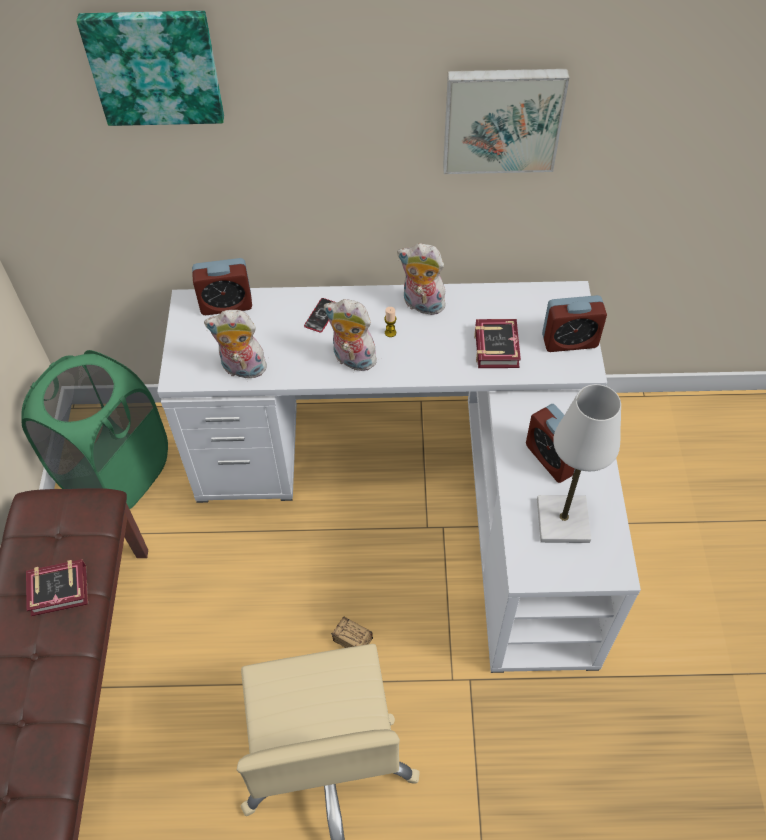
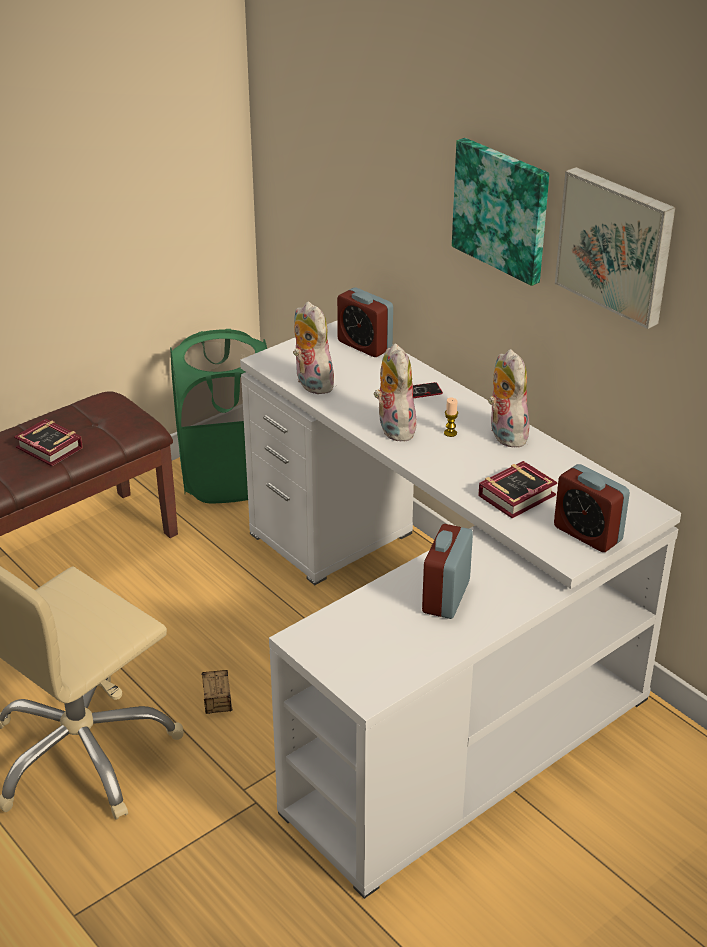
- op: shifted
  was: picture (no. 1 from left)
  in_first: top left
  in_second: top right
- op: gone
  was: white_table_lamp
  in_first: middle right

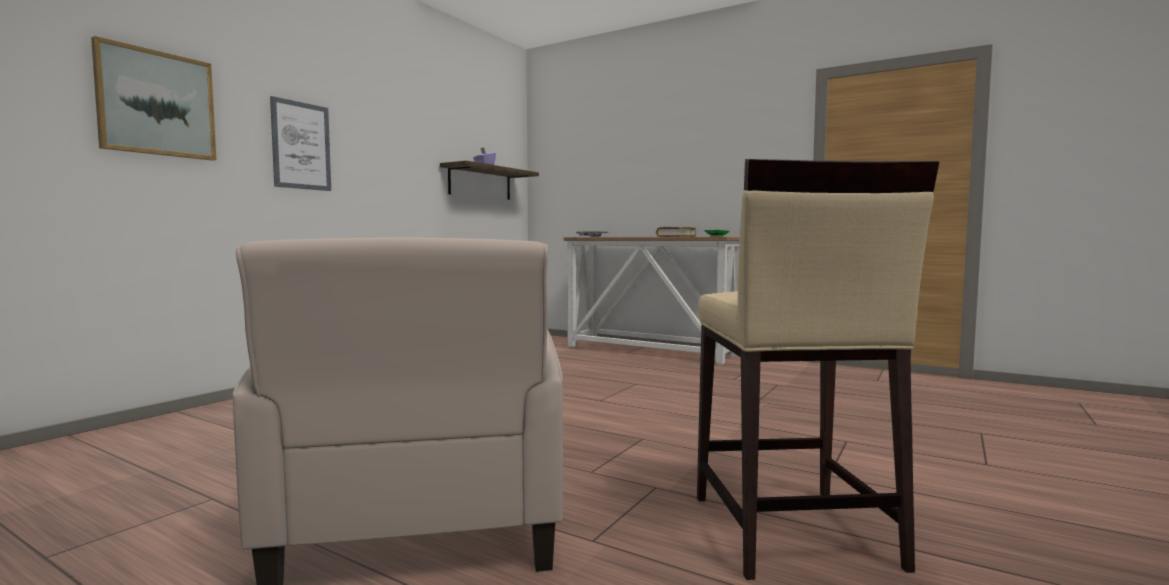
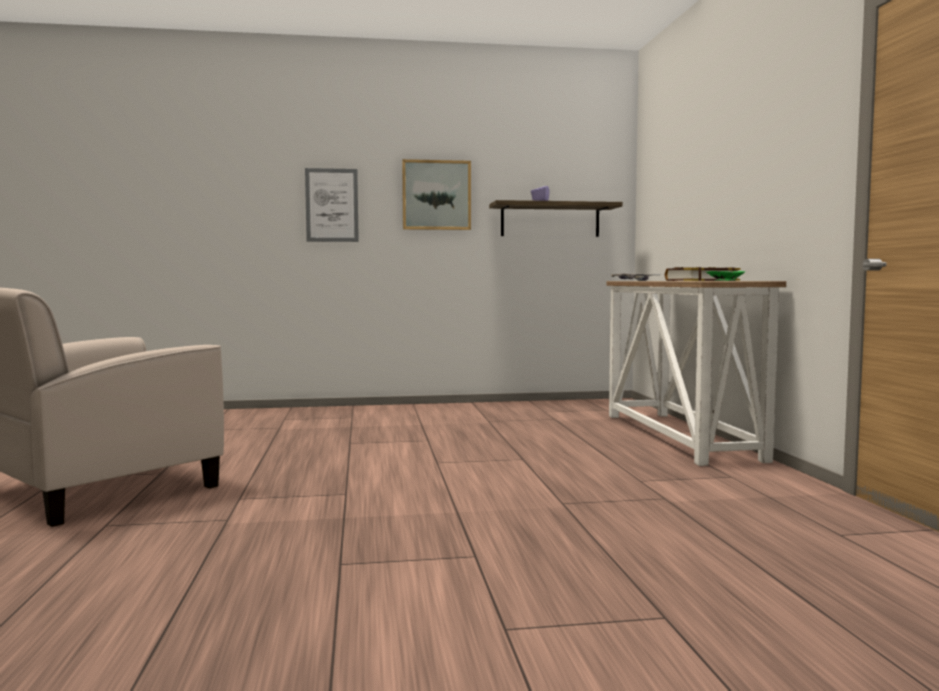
- op: shifted
  was: picture (no. 1 from left in the first image)
  now: picture (no. 2 from left)
  in_first: top left
  in_second: top centre
- op: gone
  was: beige_stool
  in_first: middle right

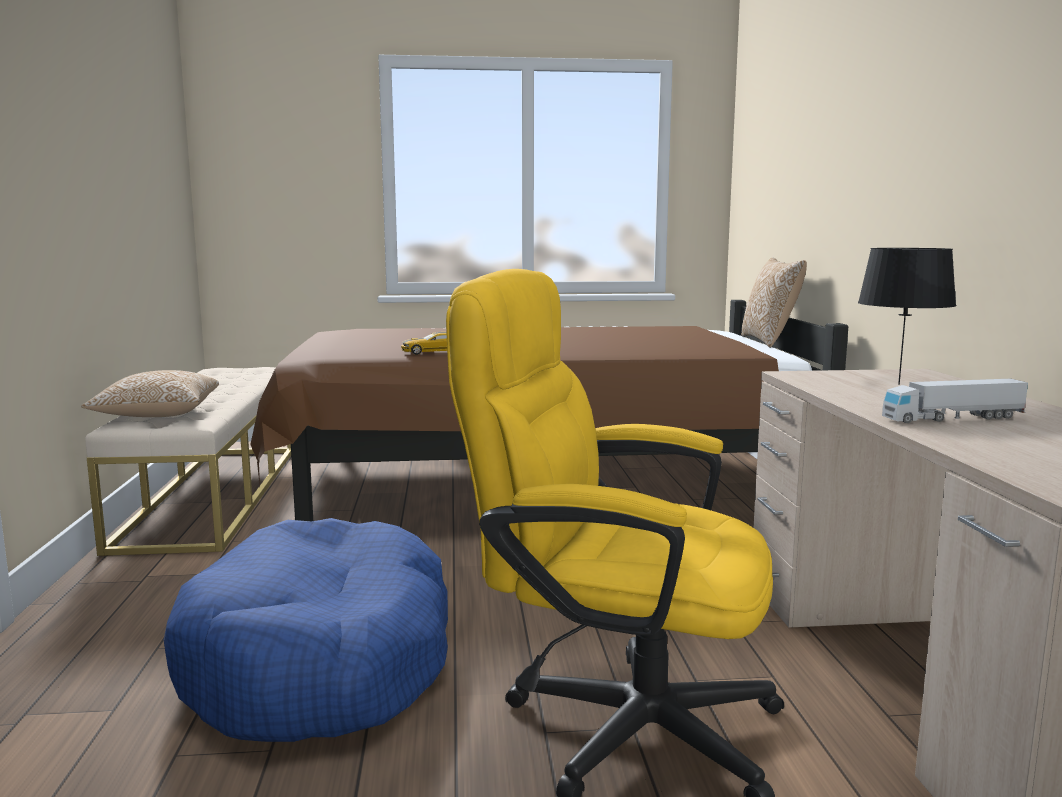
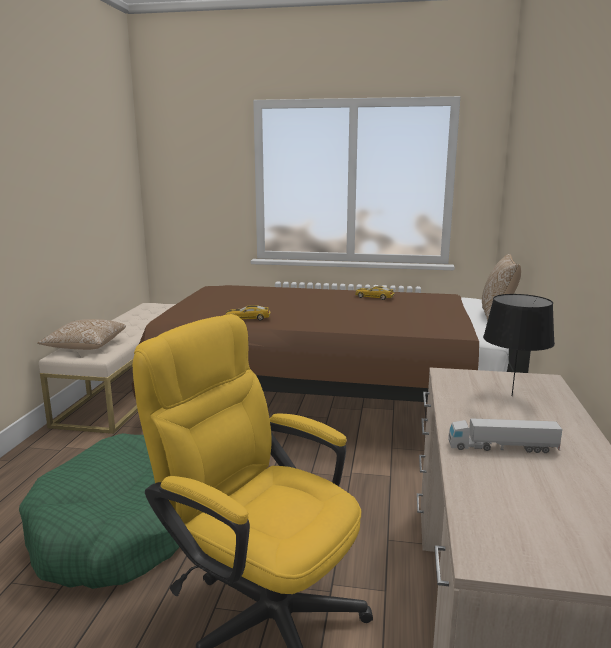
- op: repainted
  was: blue_dog_bed
  now: green_dog_bed
  in_first: bottom left
  in_second: bottom left
- op: new
  now: toy_car (no. 2 from left)
  in_second: centre

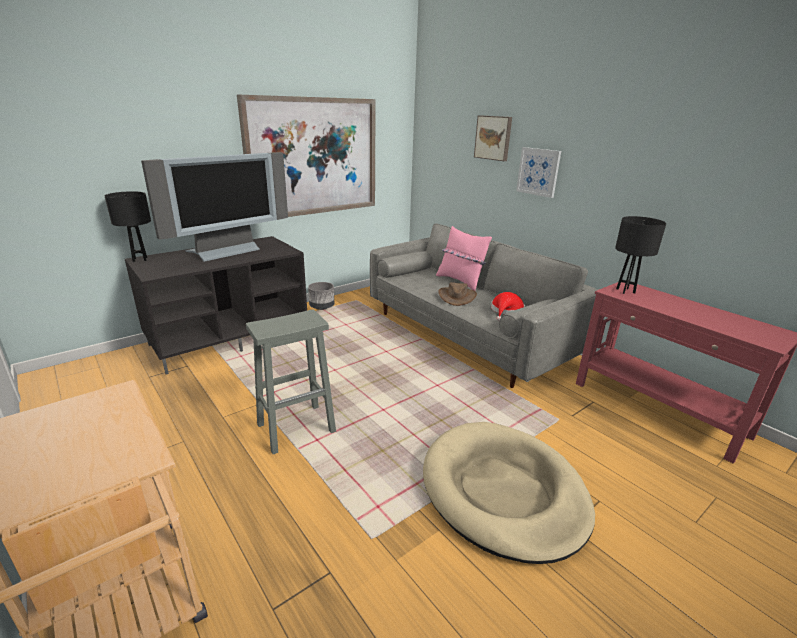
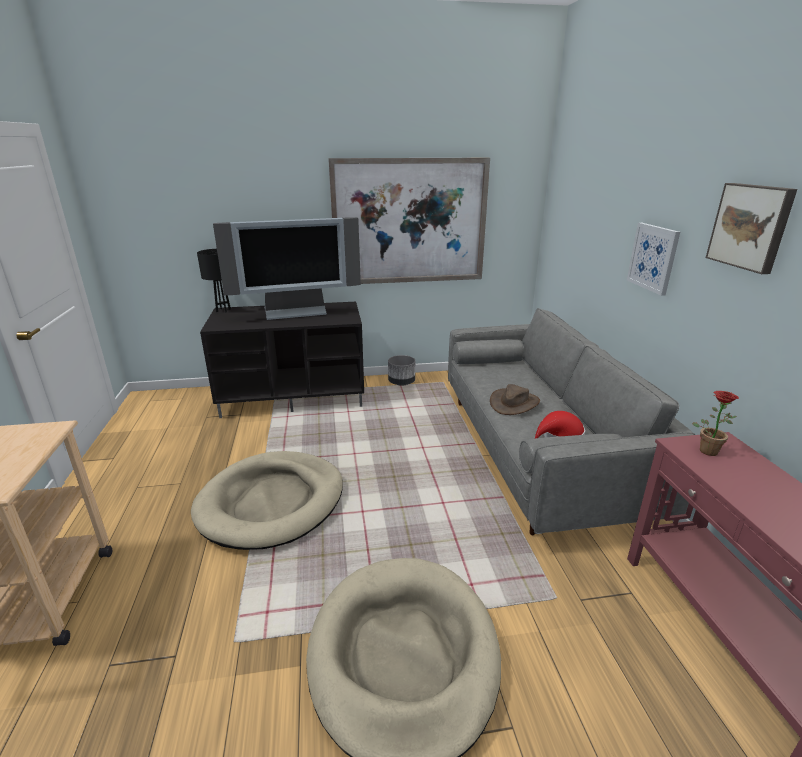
- op: swapped
  was: grey_stool
  now: beige_dog_bed (no. 1 from left)
  in_first: centre
  in_second: middle left
- op: swapped
  was: black_table_lamp (no. 2 from left)
  now: potted_plant
  in_first: middle right
  in_second: middle right
- op: shifted
  was: picture (no. 2 from left in the first image)
  now: picture (no. 3 from left)
  in_first: top centre
  in_second: top right
- op: gone
  was: pink_pillow
  in_first: centre

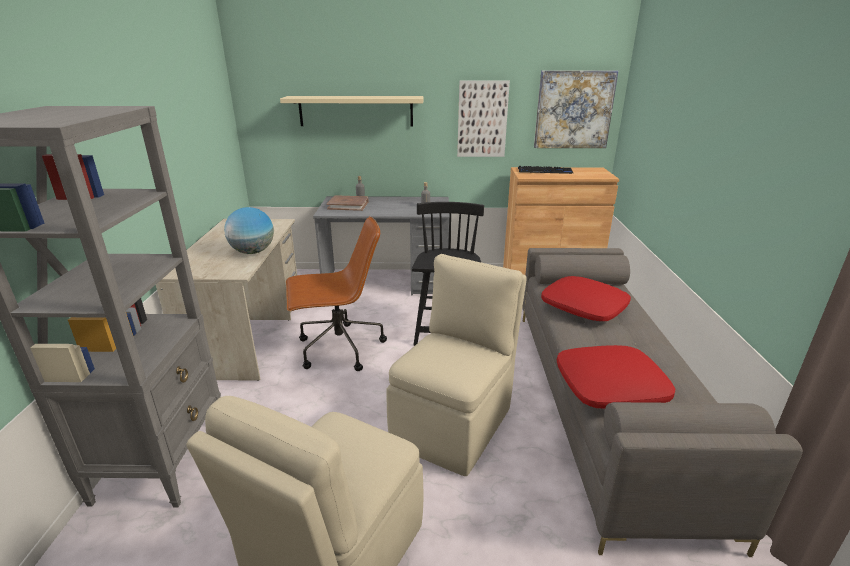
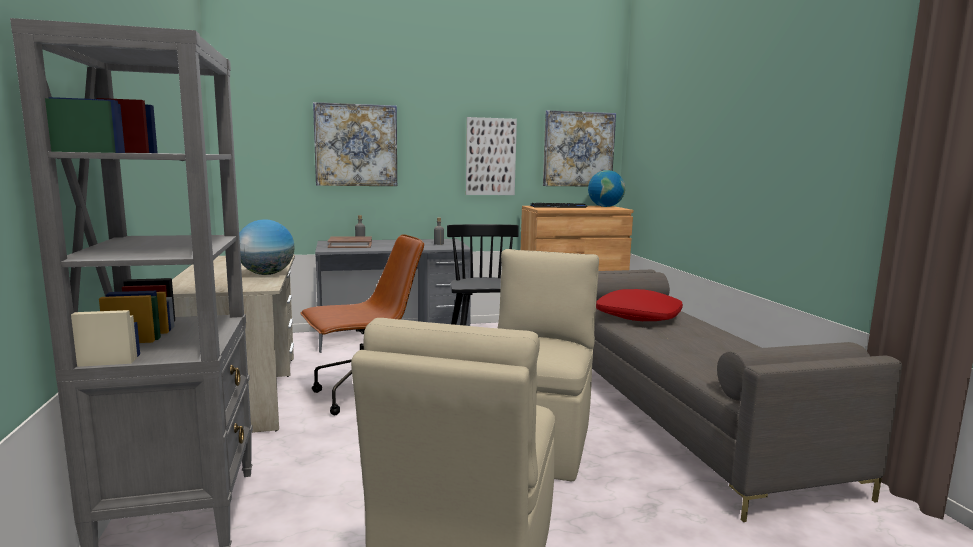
- op: swapped
  was: beige_shelf
  now: picture (no. 1 from left)
  in_first: top centre
  in_second: top centre
- op: new
  now: globe (no. 2 from left)
  in_second: centre
- op: gone
  was: red_pillow (no. 2 from left)
  in_first: middle right

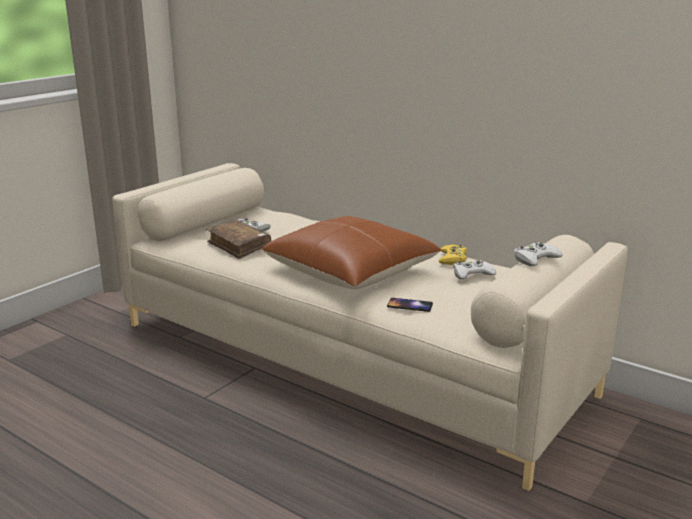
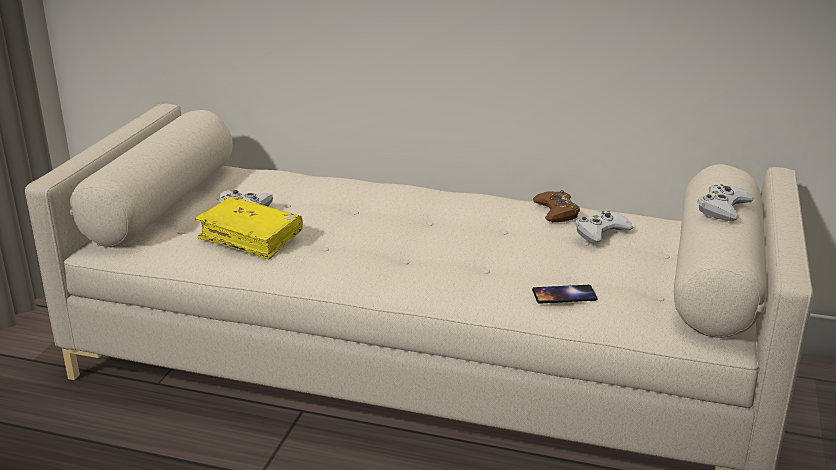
- op: repainted
  was: brown_book
  now: yellow_book
  in_first: centre
  in_second: middle left
- op: repainted
  was: yellow_game_controller
  now: brown_game_controller
  in_first: centre
  in_second: centre
- op: gone
  was: brown_pillow
  in_first: centre

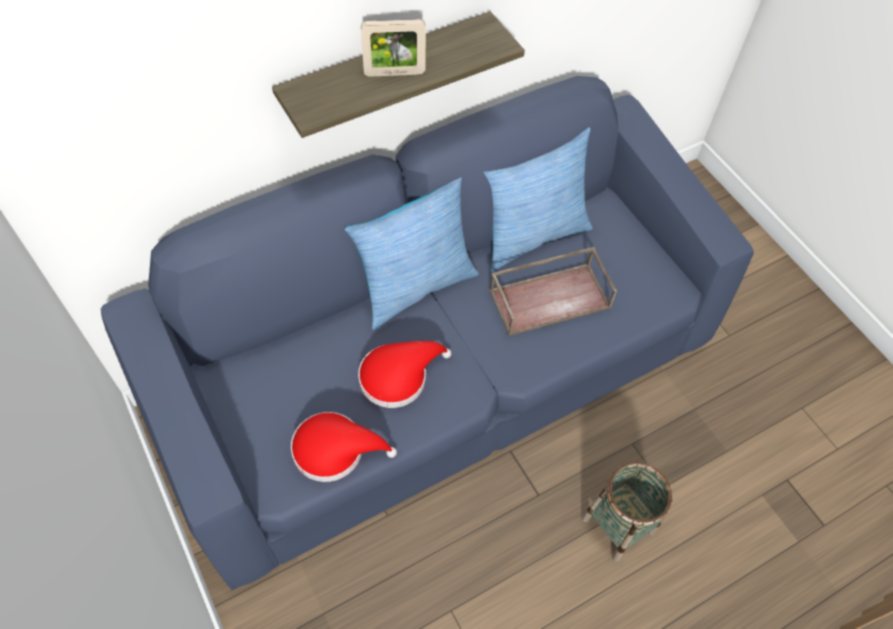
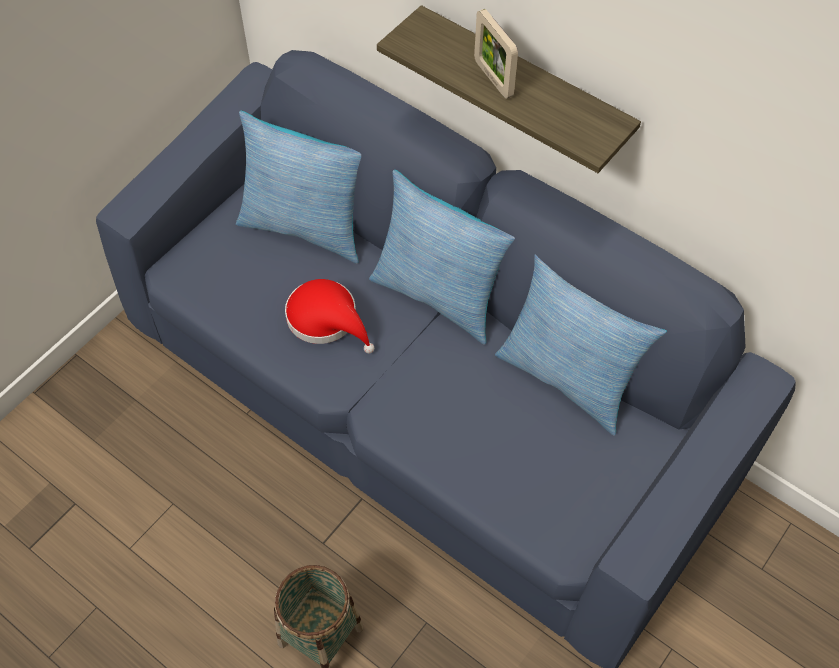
- op: new
  now: pillow (no. 1 from left)
  in_second: top centre
- op: gone
  was: red_hat (no. 1 from left)
  in_first: bottom centre
- op: gone
  was: brown_tray
  in_first: centre

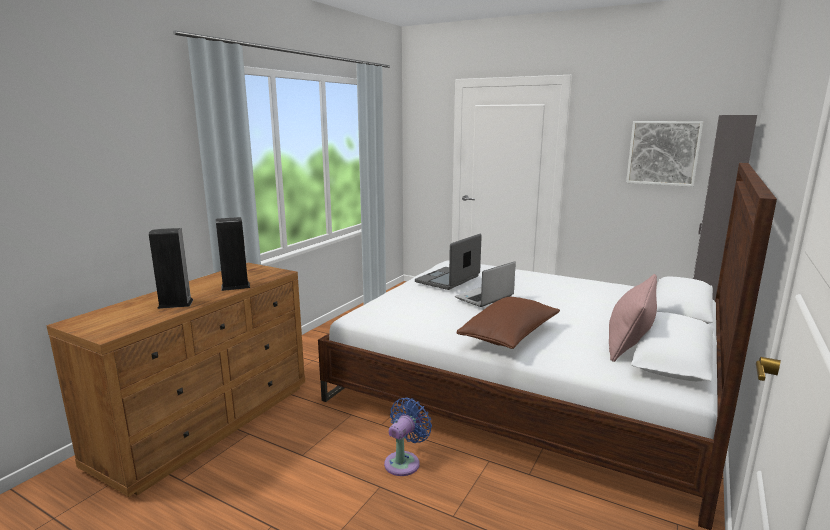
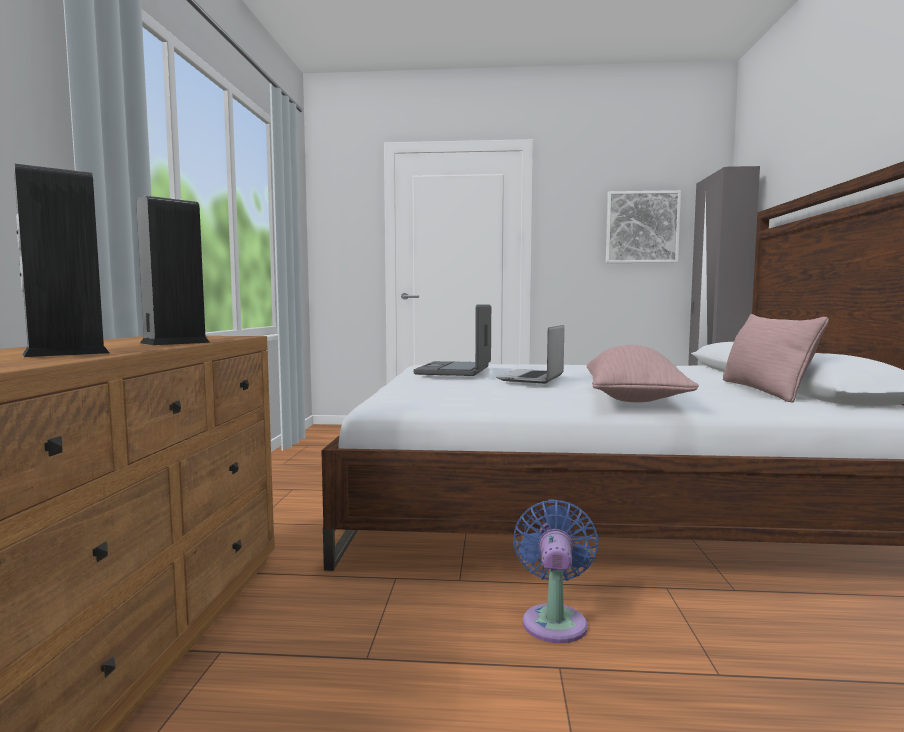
- op: repainted
  was: brown_pillow
  now: pink_pillow (no. 1 from left)
  in_first: centre
  in_second: middle right

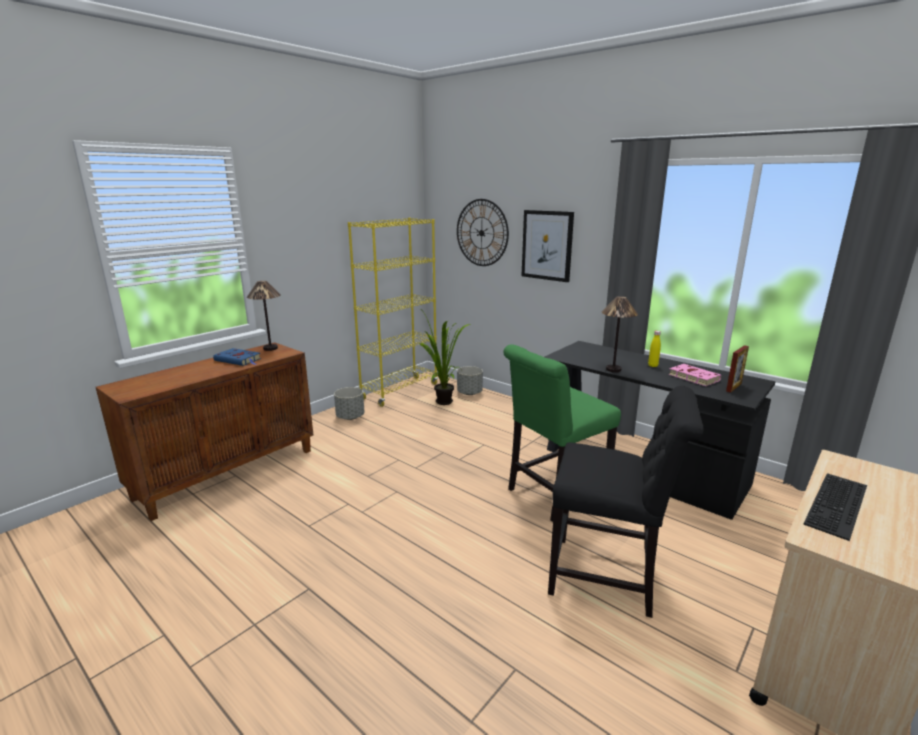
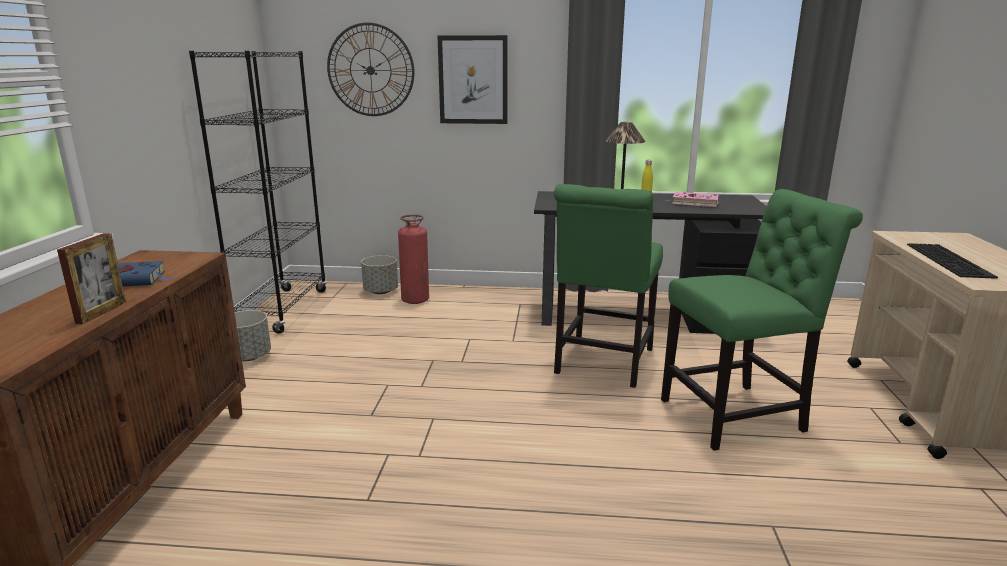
- op: shifted
  was: picture_frame
  in_first: middle right
  in_second: middle left
- op: repainted
  was: yellow_bookcase
  now: black_bookcase
  in_first: centre
  in_second: middle left
- op: new
  now: fire_extinguisher
  in_second: centre
- op: repainted
  was: black_chair
  now: green_chair (no. 2 from left)
  in_first: bottom right
  in_second: middle right
- op: gone
  was: table_lamp (no. 1 from left)
  in_first: middle left
- op: gone
  was: potted_plant
  in_first: centre

